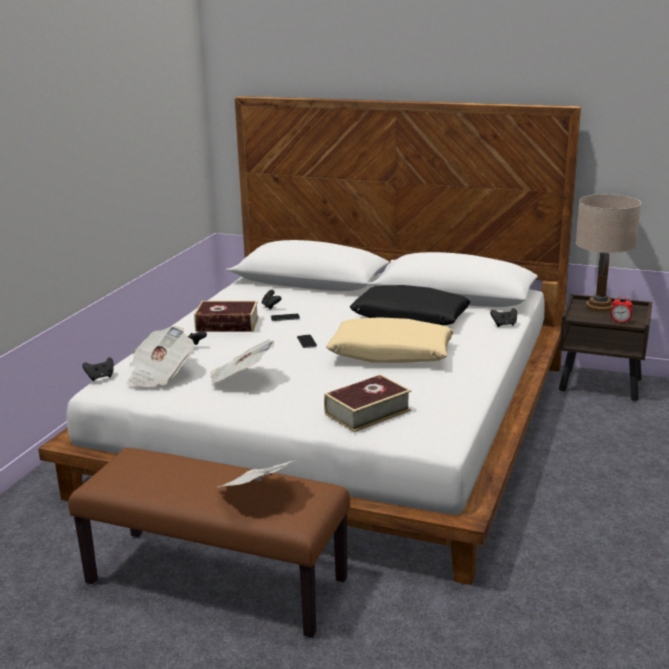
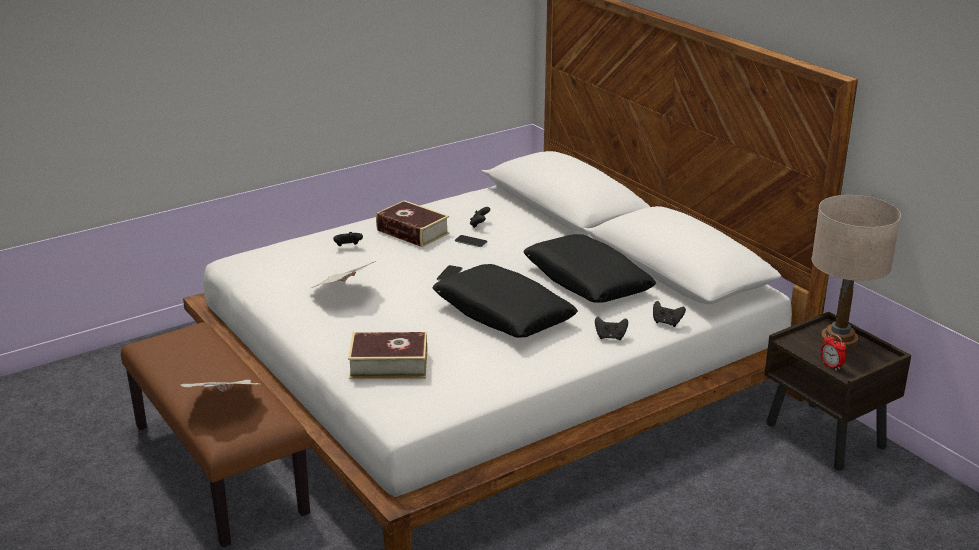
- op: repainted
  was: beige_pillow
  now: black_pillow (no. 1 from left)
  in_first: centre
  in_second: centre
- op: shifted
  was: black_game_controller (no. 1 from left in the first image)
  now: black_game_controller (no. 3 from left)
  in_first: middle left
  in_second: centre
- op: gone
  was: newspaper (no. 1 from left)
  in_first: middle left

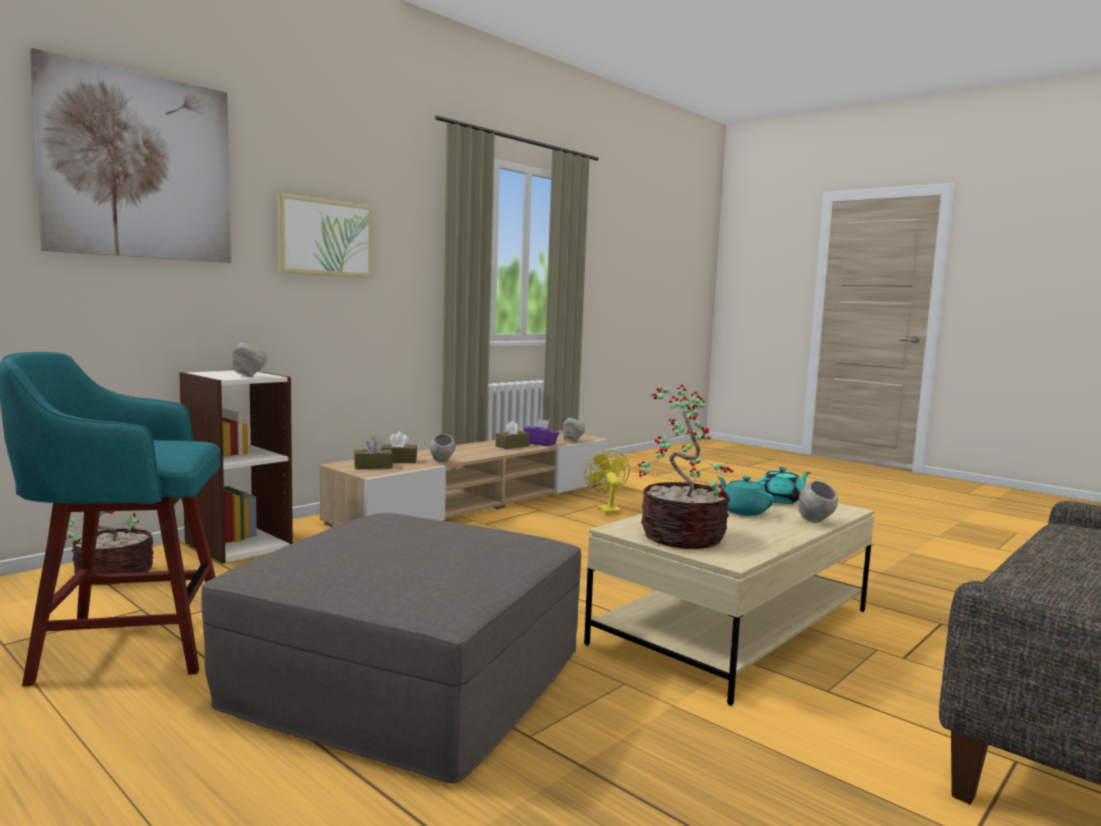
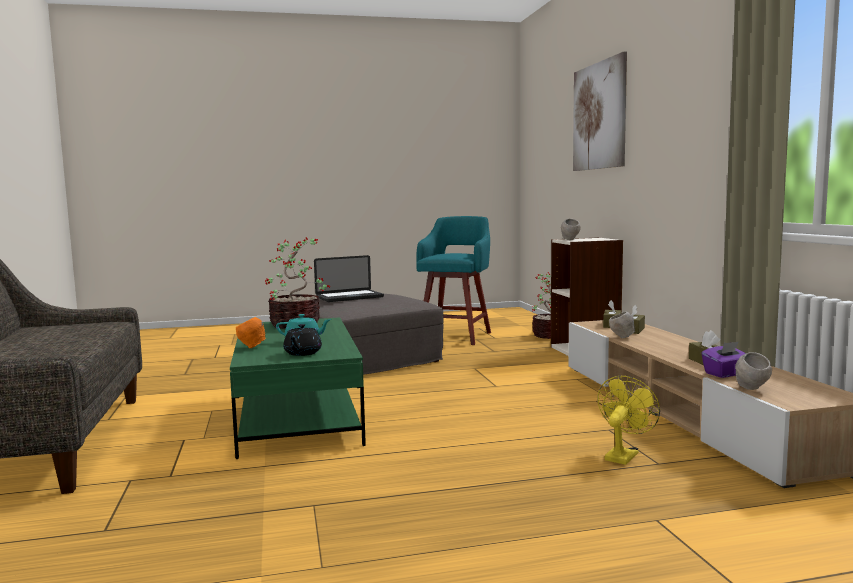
- op: repainted
  was: beige_coffee_table
  now: green_coffee_table
  in_first: bottom centre
  in_second: centre
- op: repainted
  was: grey_bowl (no. 4 from left)
  now: orange_bowl
  in_first: middle right
  in_second: middle left
- op: repainted
  was: turquoise_teapot (no. 2 from left)
  now: black_teapot
  in_first: middle right
  in_second: centre
- op: new
  now: laptop
  in_second: centre
- op: rotated
  was: yellow_fan
  in_first: centre
  in_second: bottom right
  clockwise: -75
- op: gone
  was: picture (no. 2 from left)
  in_first: top left

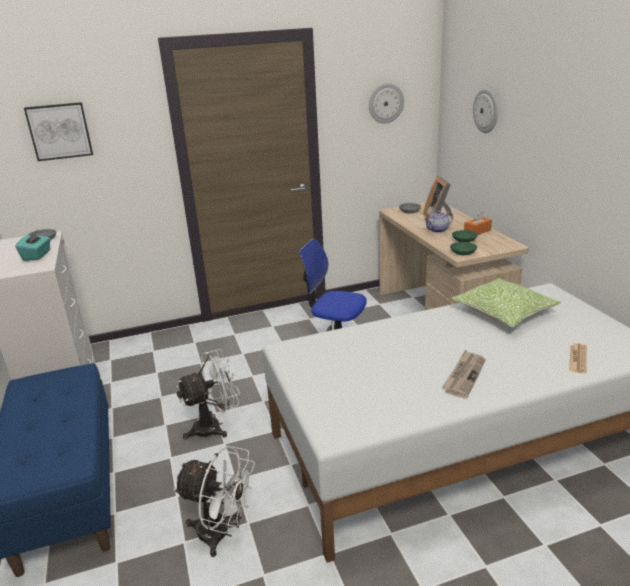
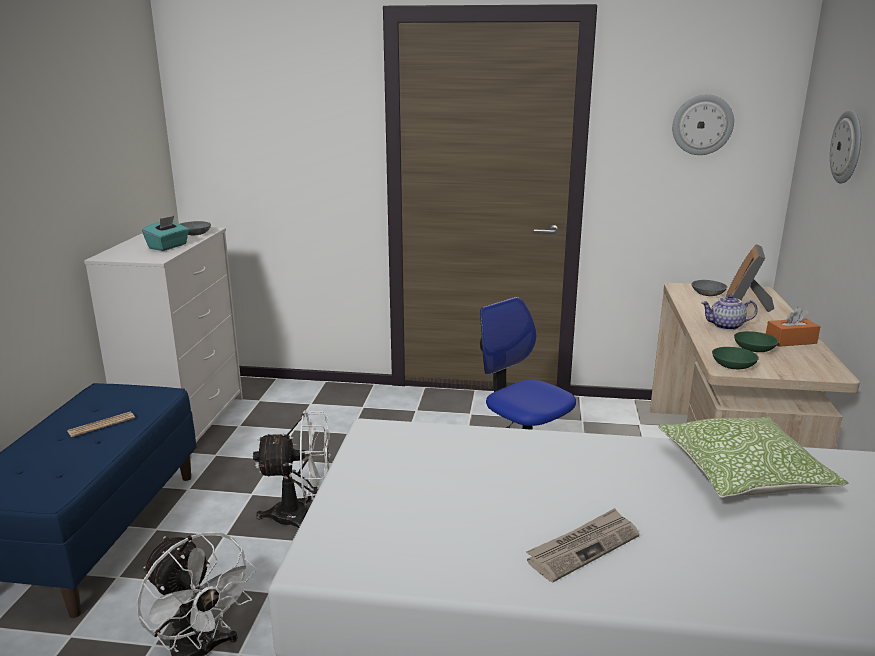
- op: shifted
  was: newspaper (no. 2 from left in the first image)
  now: newspaper (no. 1 from left)
  in_first: middle right
  in_second: middle left
- op: gone
  was: picture
  in_first: top left

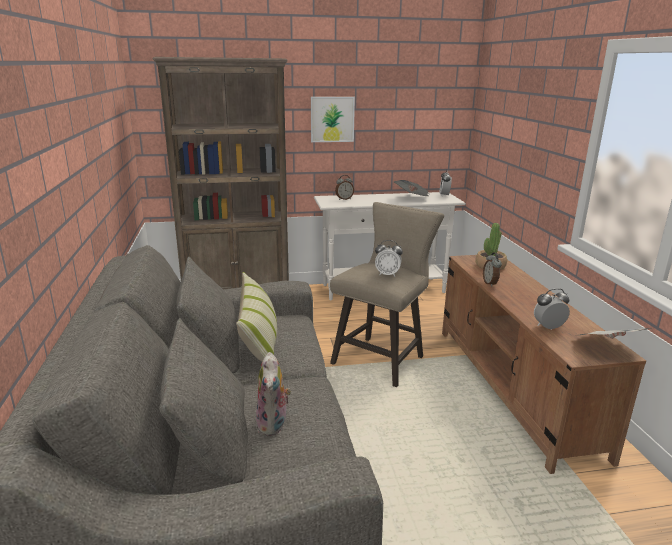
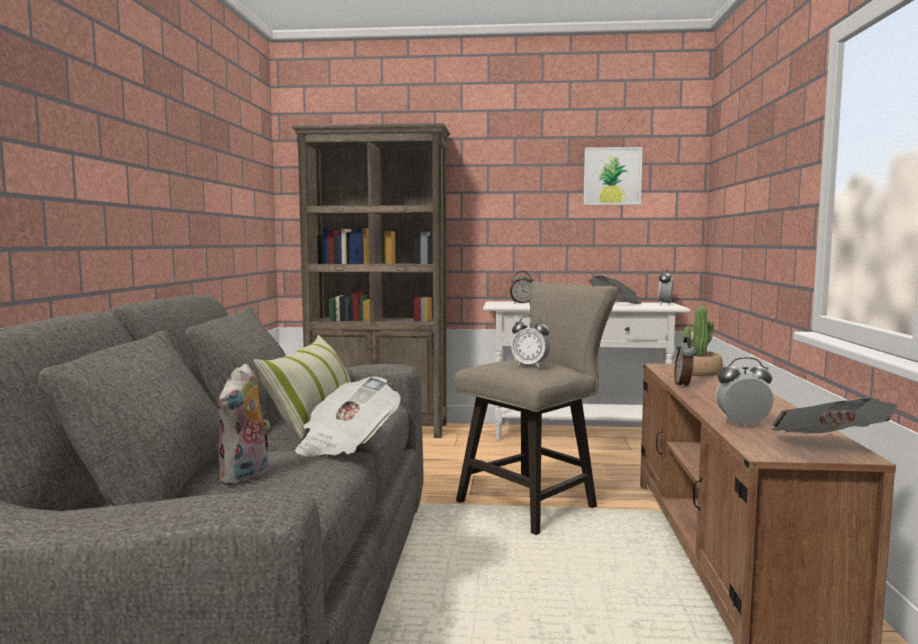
- op: new
  now: newspaper (no. 1 from left)
  in_second: centre
- op: shifted
  was: picture
  in_first: top centre
  in_second: top right

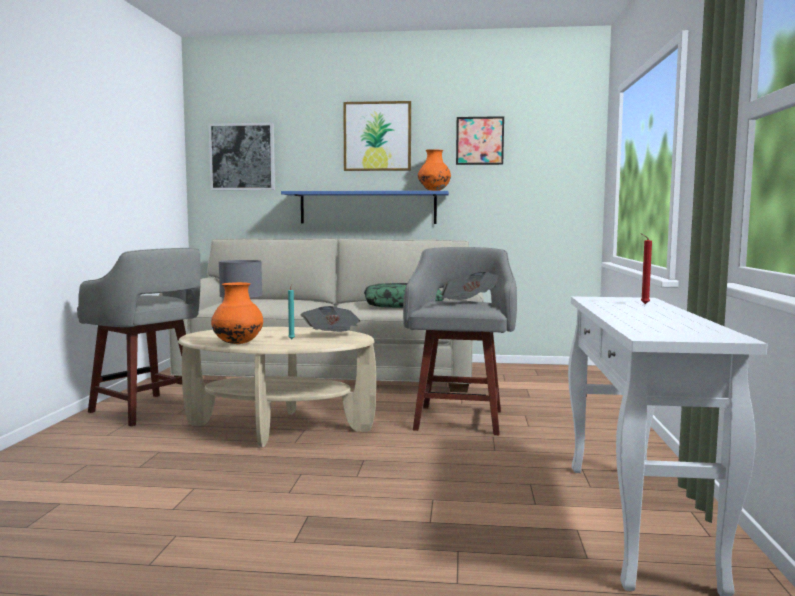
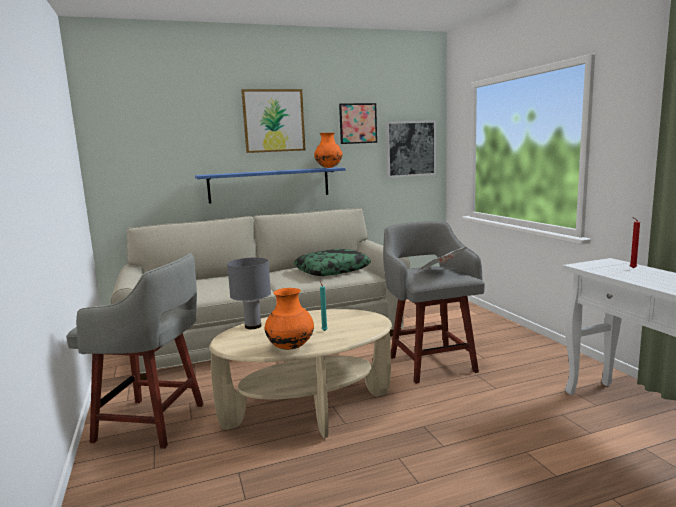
- op: shifted
  was: picture (no. 1 from left in the first image)
  now: picture (no. 3 from left)
  in_first: top left
  in_second: top centre
- op: gone
  was: newspaper (no. 1 from left)
  in_first: centre

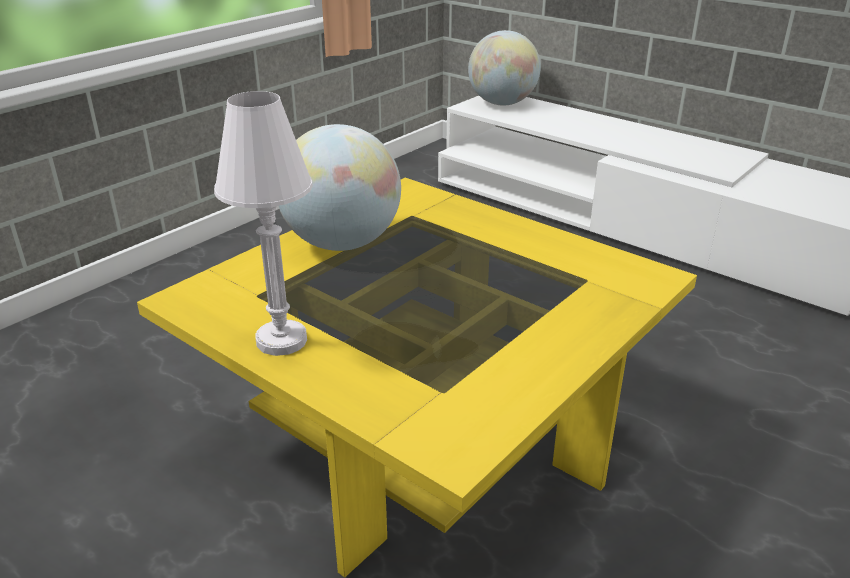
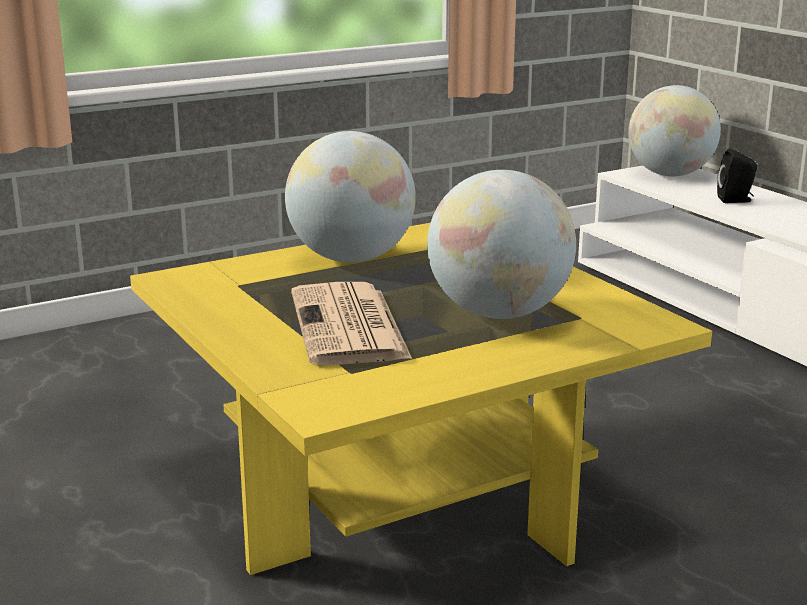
- op: new
  now: newspaper
  in_second: centre
- op: new
  now: globe (no. 2 from left)
  in_second: centre
- op: new
  now: black_speaker
  in_second: top right
- op: gone
  was: white_table_lamp
  in_first: middle left

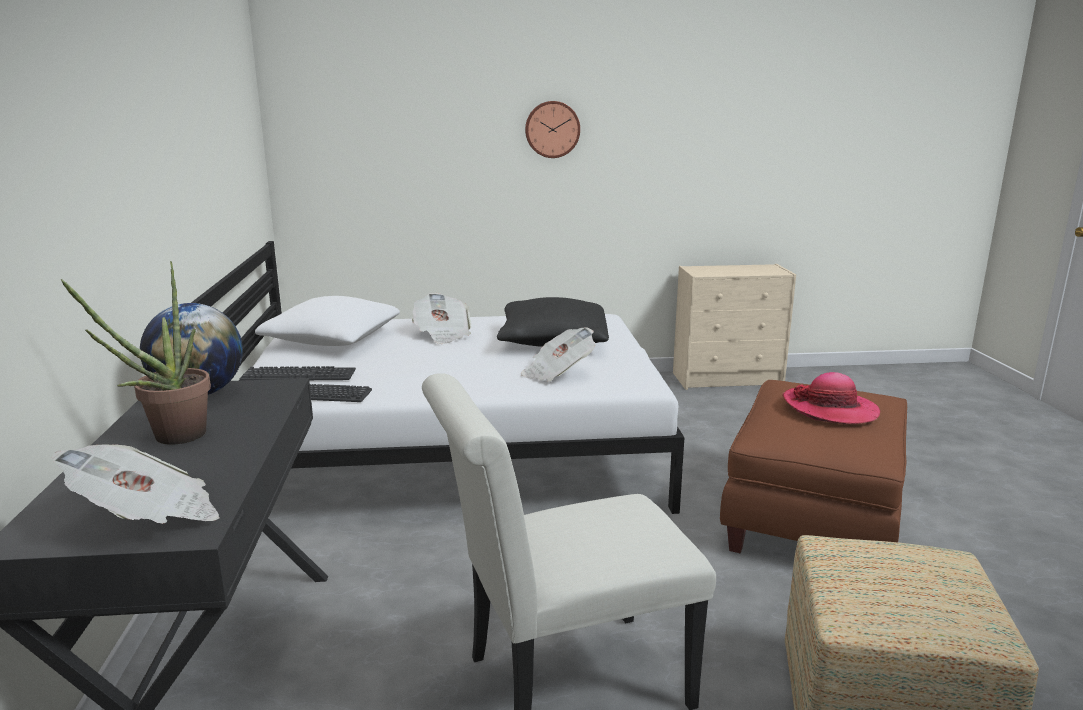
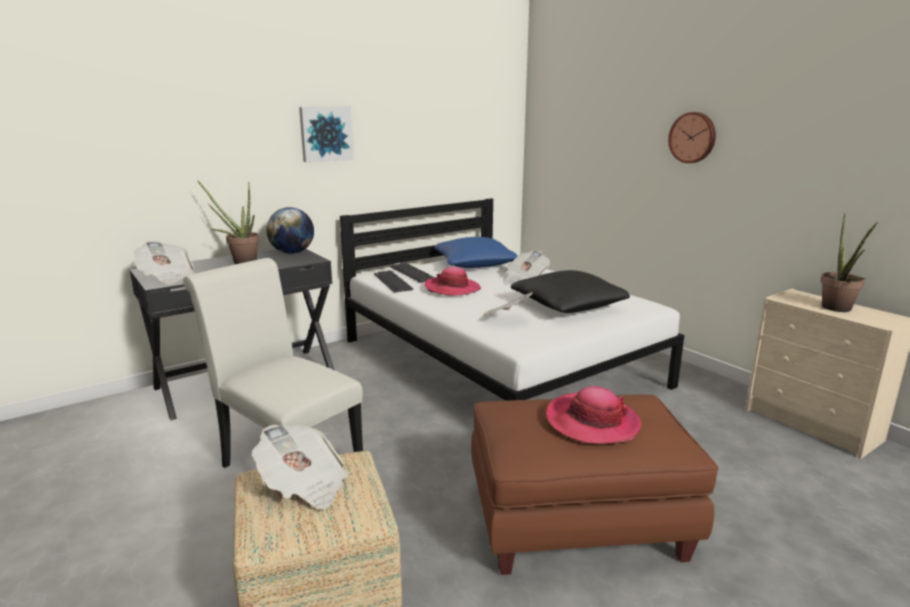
- op: new
  now: newspaper (no. 2 from left)
  in_second: bottom left
- op: new
  now: picture
  in_second: top centre
- op: new
  now: hat (no. 1 from left)
  in_second: centre
- op: repainted
  was: white_pillow
  now: blue_pillow
  in_first: middle left
  in_second: centre
- op: new
  now: potted_plant (no. 2 from left)
  in_second: middle right

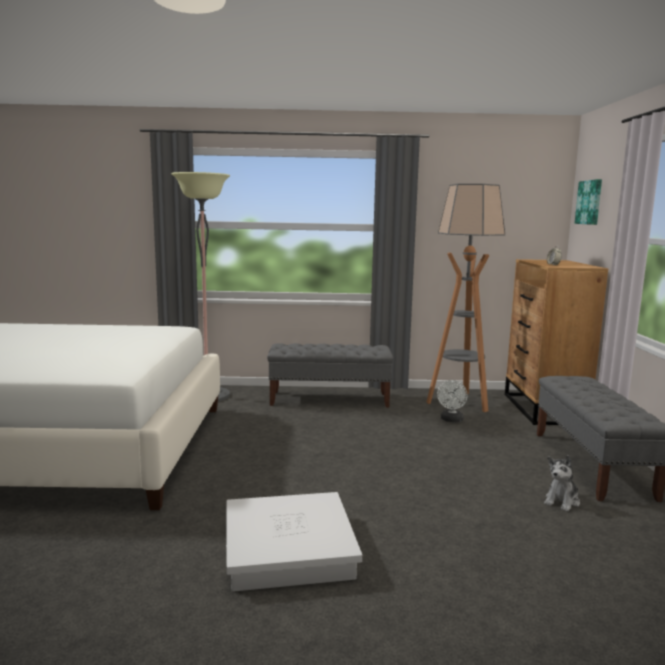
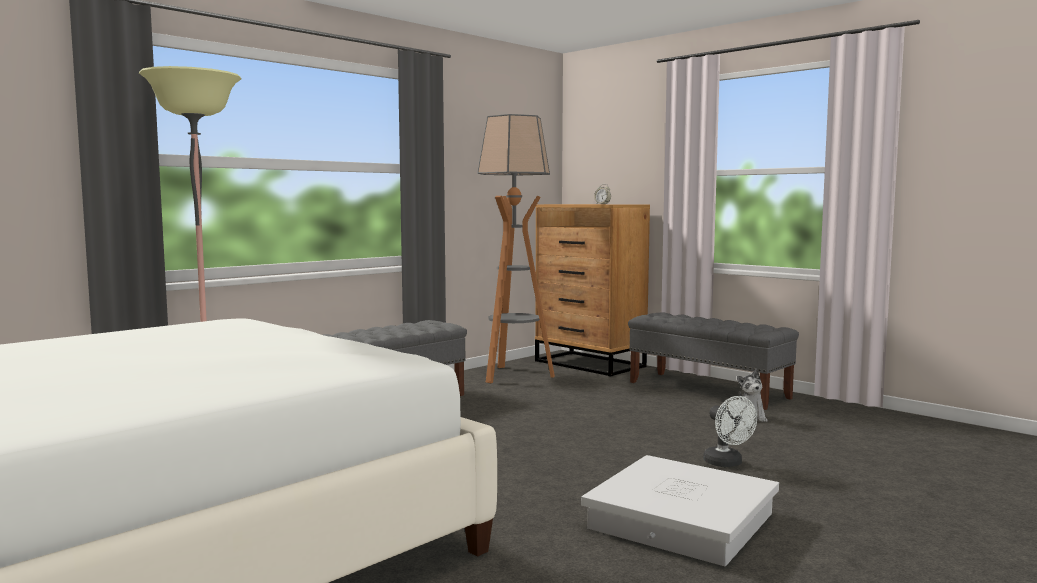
- op: shifted
  was: white_fan
  in_first: middle right
  in_second: bottom right
- op: gone
  was: picture
  in_first: top right

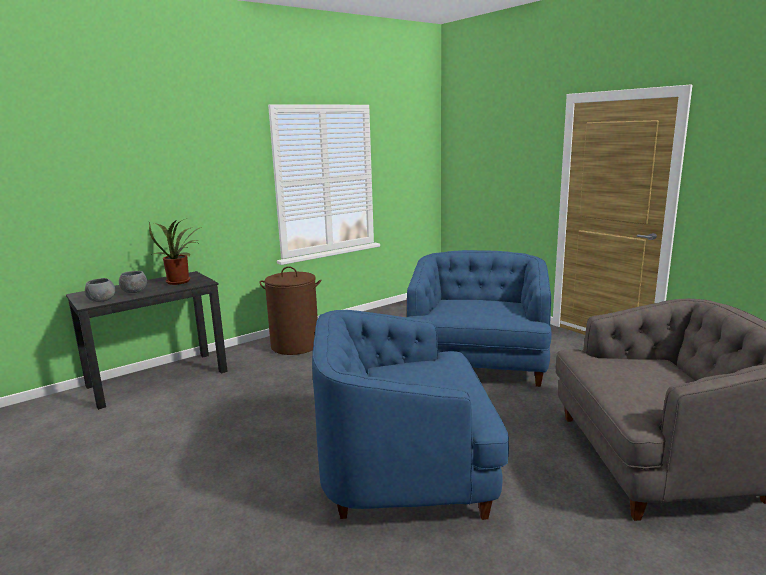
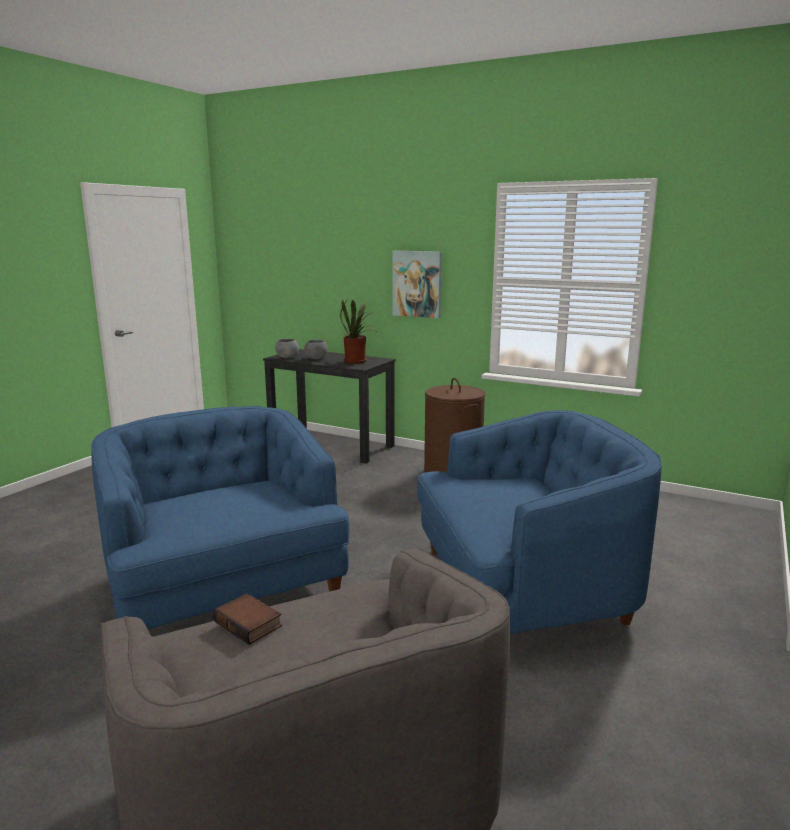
- op: new
  now: book
  in_second: bottom left
- op: new
  now: picture
  in_second: centre

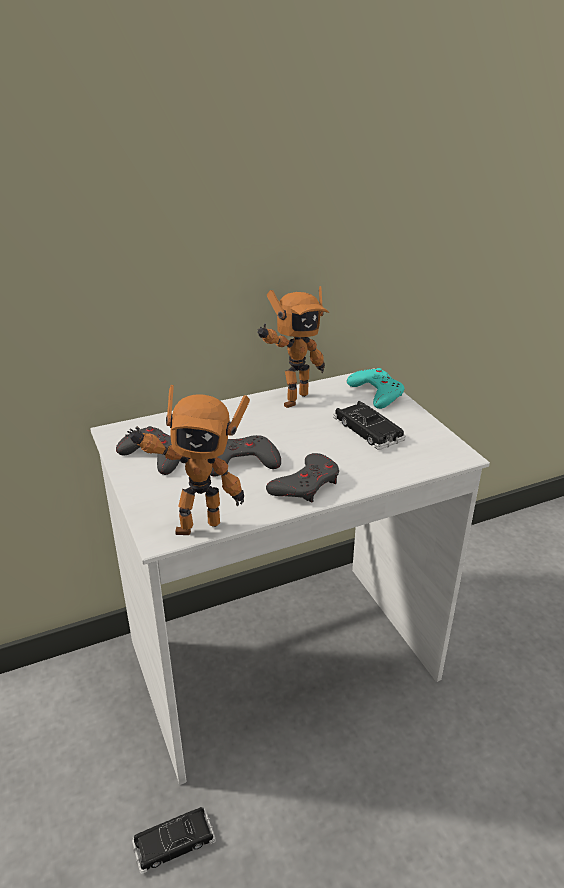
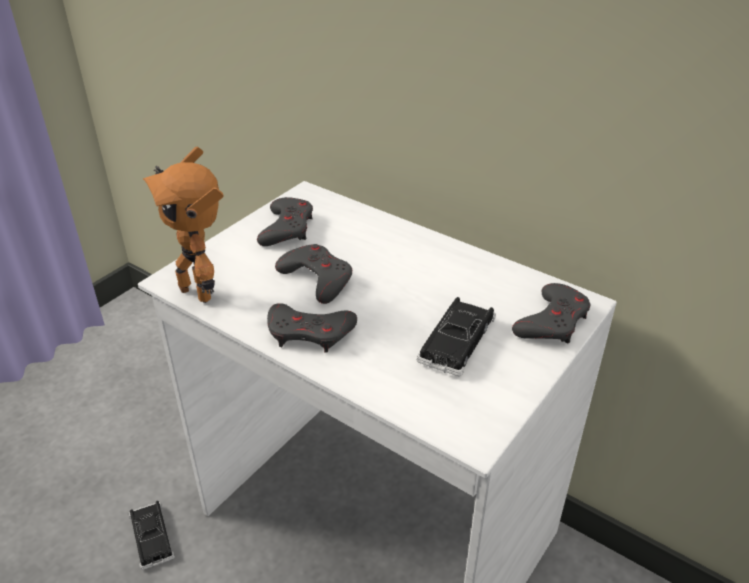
- op: rotated
  was: black_toy_car (no. 1 from left)
  in_first: bottom left
  in_second: bottom left
  clockwise: -150
- op: repainted
  was: turquoise_game_controller
  now: grey_game_controller (no. 4 from left)
  in_first: middle right
  in_second: middle right
- op: gone
  was: toy_robot (no. 2 from left)
  in_first: centre

